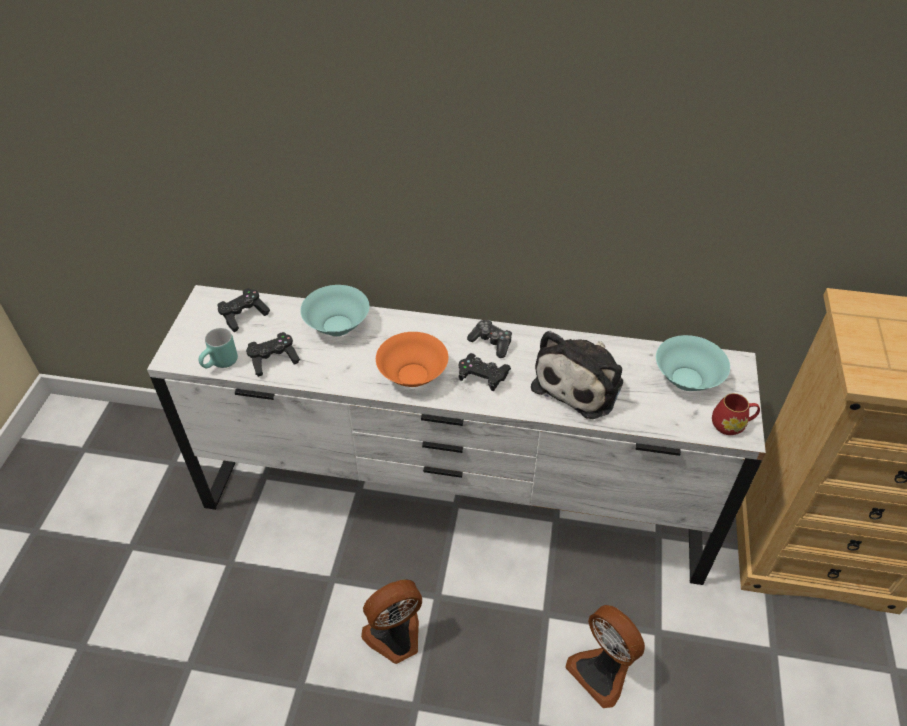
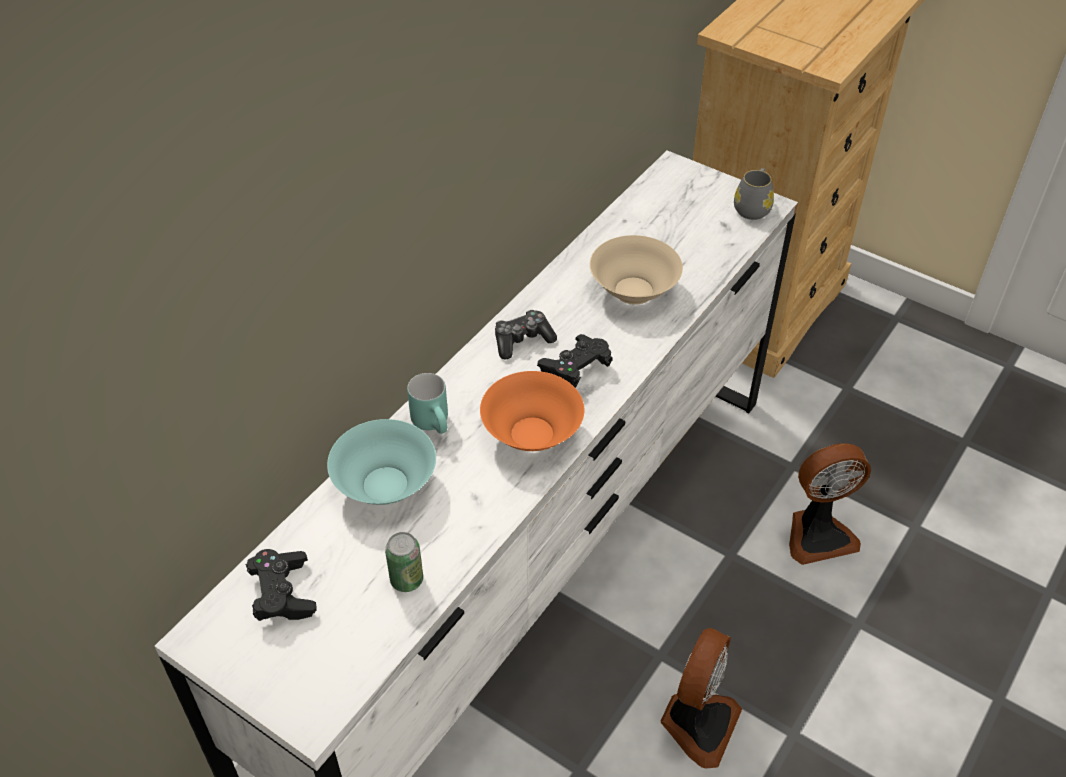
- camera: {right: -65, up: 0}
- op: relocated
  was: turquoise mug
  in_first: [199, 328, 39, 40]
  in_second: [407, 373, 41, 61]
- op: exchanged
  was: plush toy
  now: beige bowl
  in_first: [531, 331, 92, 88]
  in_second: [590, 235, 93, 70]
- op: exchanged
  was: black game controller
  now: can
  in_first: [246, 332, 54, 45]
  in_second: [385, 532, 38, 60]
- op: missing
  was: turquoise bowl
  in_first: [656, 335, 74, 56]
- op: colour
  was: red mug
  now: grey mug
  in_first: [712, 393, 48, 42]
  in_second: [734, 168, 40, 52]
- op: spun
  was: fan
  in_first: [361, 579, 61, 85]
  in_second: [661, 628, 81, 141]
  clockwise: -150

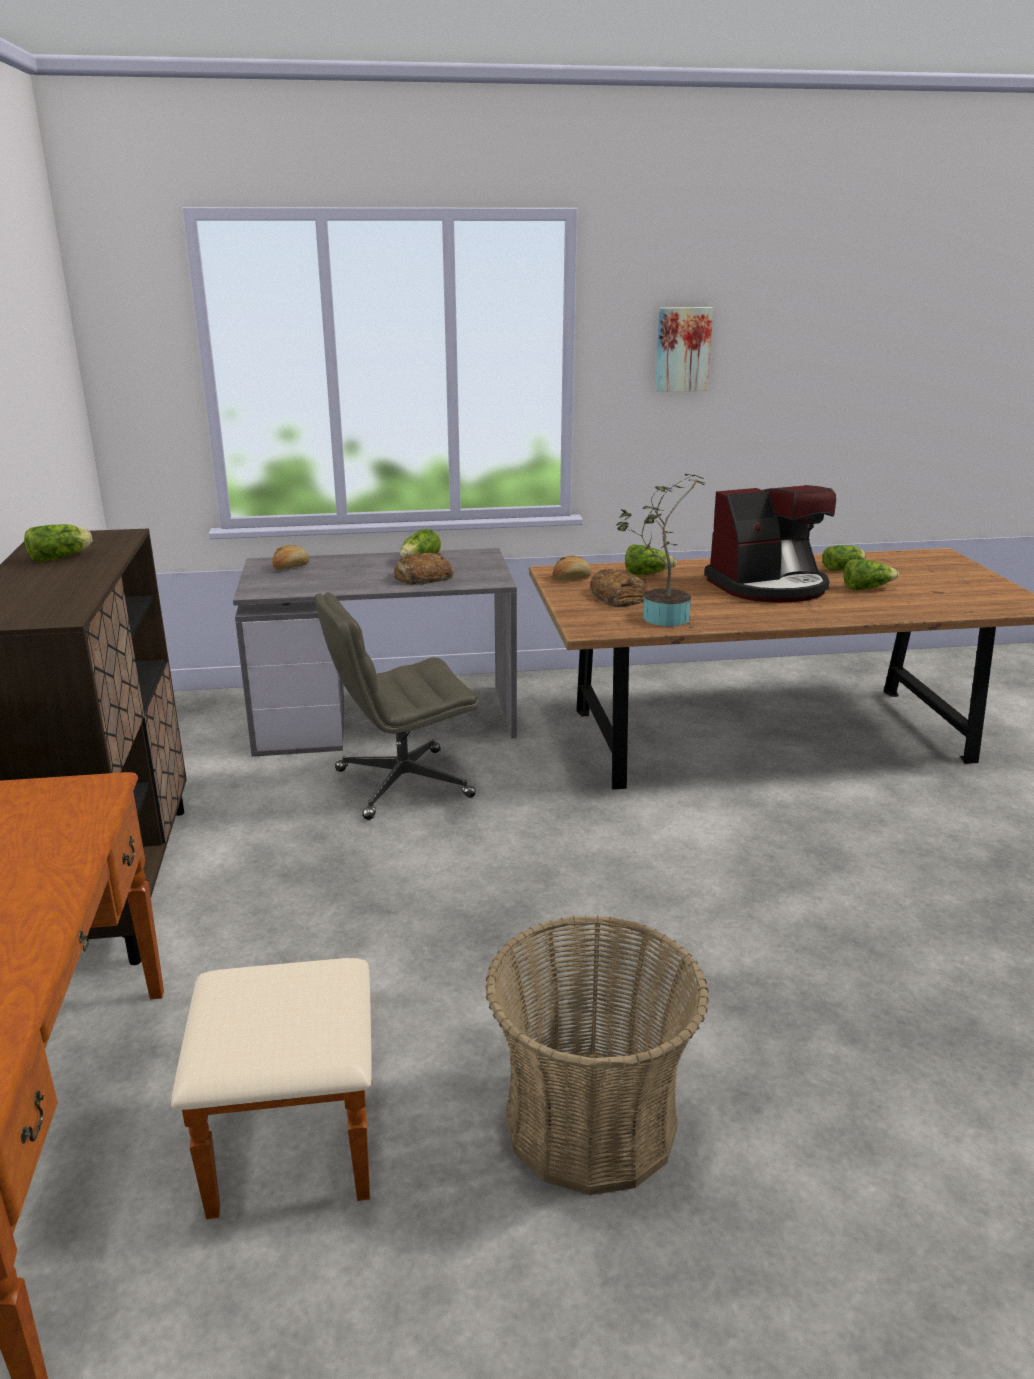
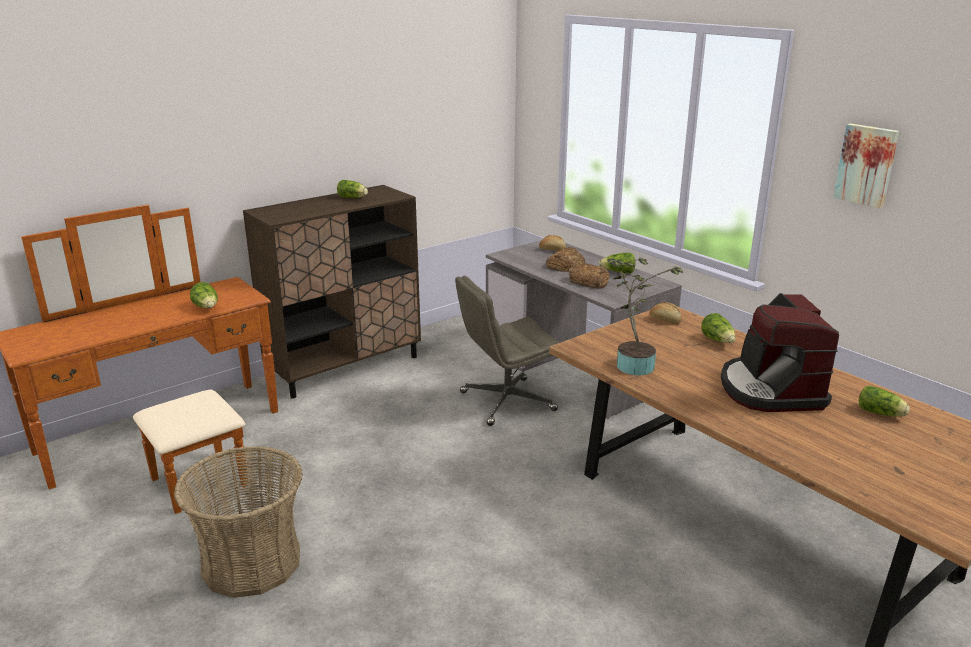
- camera: {right: 60, up: 0}
- op: spun
  was: coffee machine
  in_first: [704, 485, 132, 118]
  in_second: [721, 293, 118, 119]
  clockwise: 45
- op: relocated
  was: lettuce
  in_first: [844, 559, 55, 31]
  in_second: [190, 282, 28, 26]
- op: relocated
  was: bread
  in_first: [590, 569, 58, 38]
  in_second: [546, 247, 39, 25]
- op: spun
  was: grey office chair
  in_first: [314, 592, 164, 228]
  in_second: [455, 276, 105, 150]
  clockwise: -60

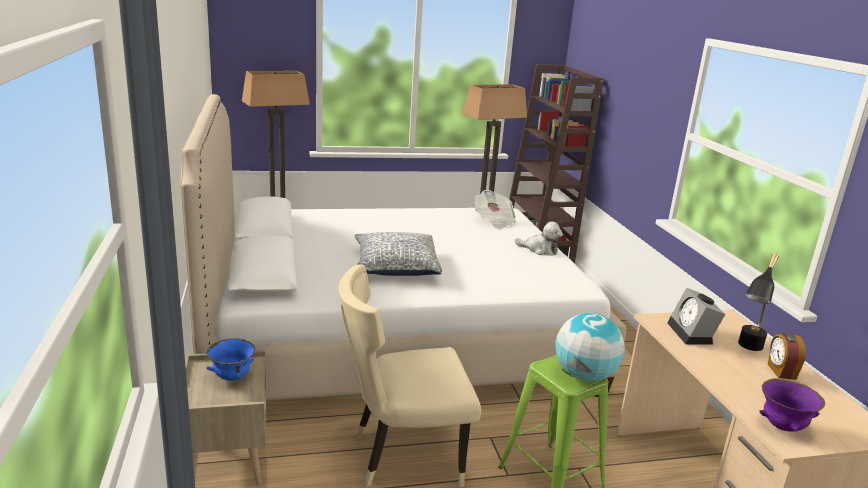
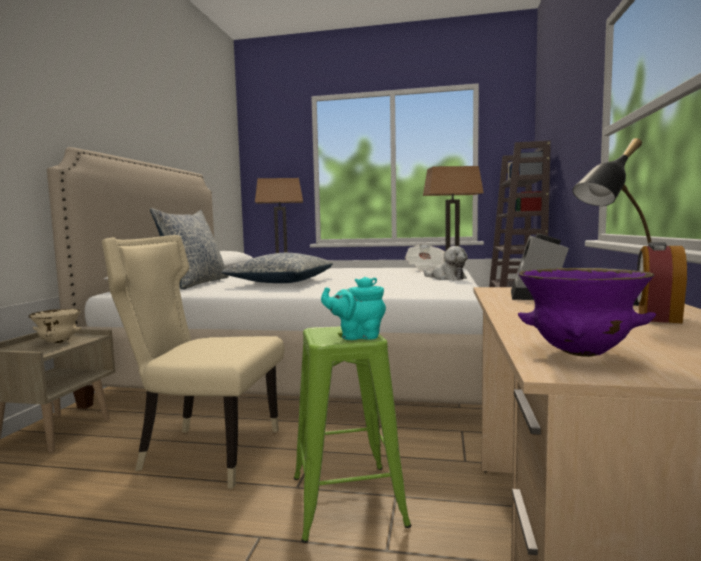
- camera: {right: 25, up: -15}
- op: exchanged
  was: globe
  now: turquoise teapot
  in_first: [555, 313, 70, 69]
  in_second: [321, 277, 65, 63]
- op: colour
  was: blue bowl
  now: beige bowl
  in_first: [206, 338, 49, 43]
  in_second: [29, 309, 52, 34]
- op: appeared
  now: pillow
  in_second: [150, 208, 79, 81]

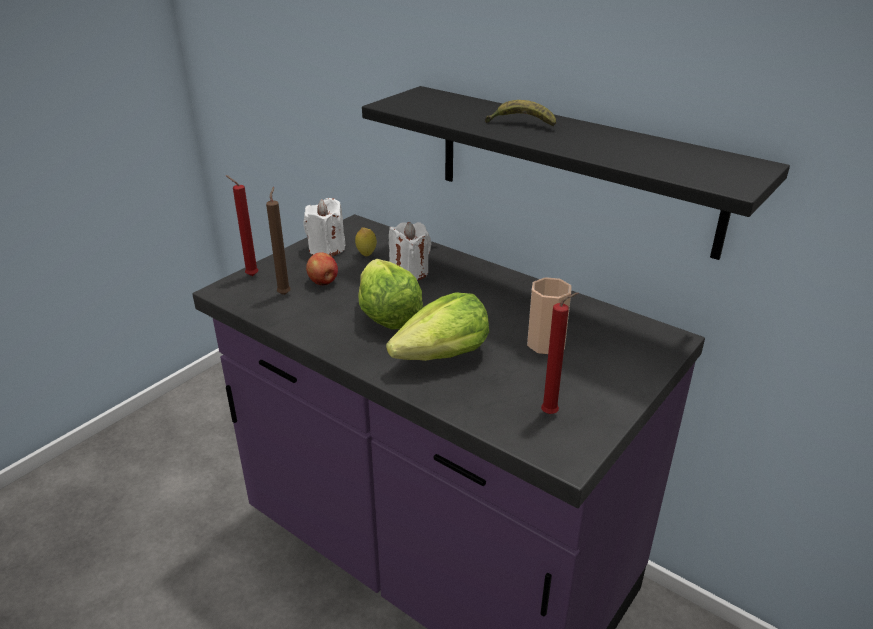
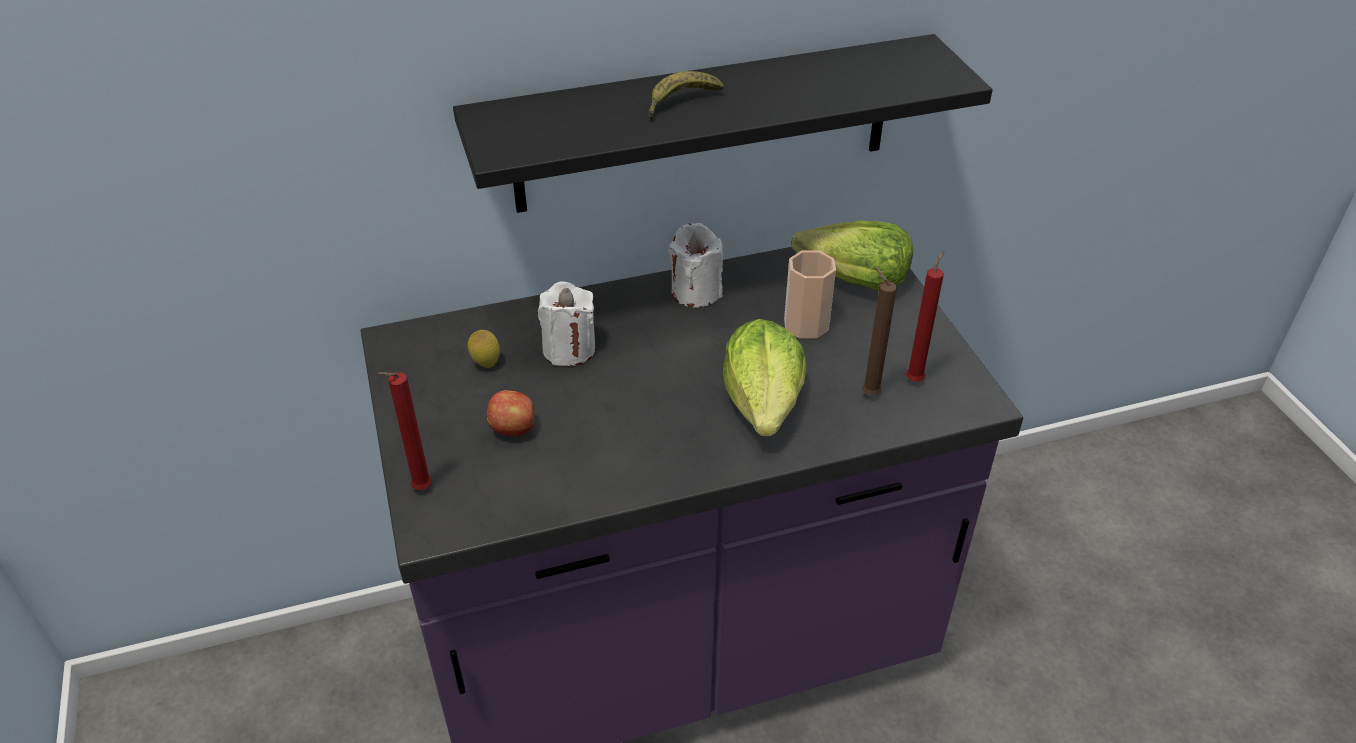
- camera: {right: -55, up: 10}
- op: relocated
  was: brown candle
  in_first: [266, 187, 25, 108]
  in_second: [862, 266, 35, 129]
- op: relocated
  was: white candle
  in_first: [303, 198, 42, 58]
  in_second: [668, 223, 55, 85]
- op: relocated
  was: lettuce
  in_first: [358, 259, 65, 70]
  in_second: [791, 221, 122, 69]

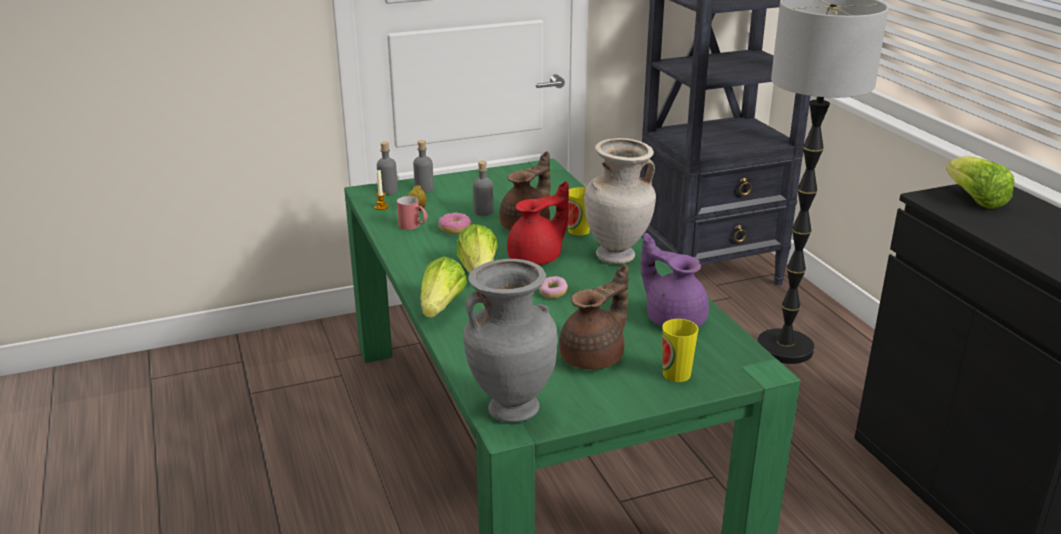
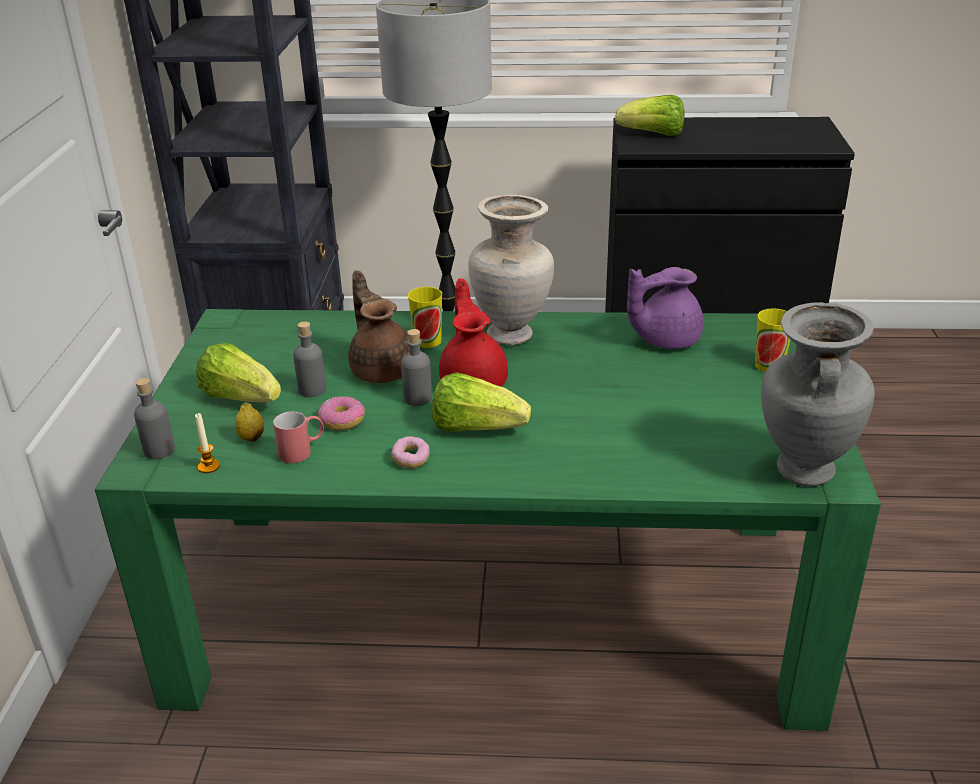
- camera: {right: -65, up: 5}
- op: relocated
  was: grey bottle
  in_first: [413, 140, 21, 53]
  in_second: [401, 329, 31, 77]
- op: relocated
  was: lettuce
  in_first: [420, 256, 47, 62]
  in_second: [196, 343, 85, 59]
- op: missing
  was: brown teapot
  in_first: [559, 264, 69, 106]
- op: relocated
  was: donut
  in_first: [539, 276, 29, 22]
  in_second: [391, 436, 39, 32]

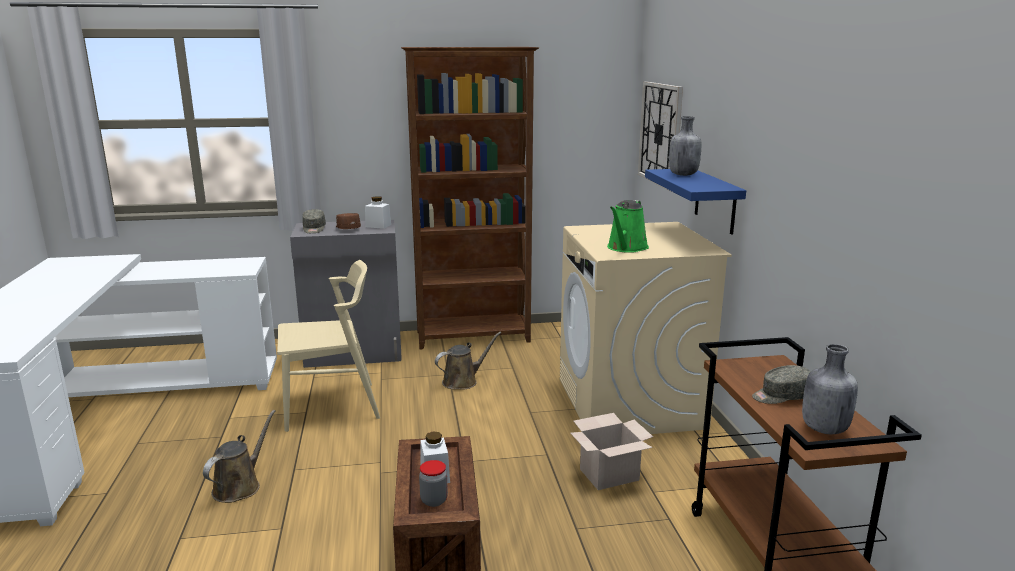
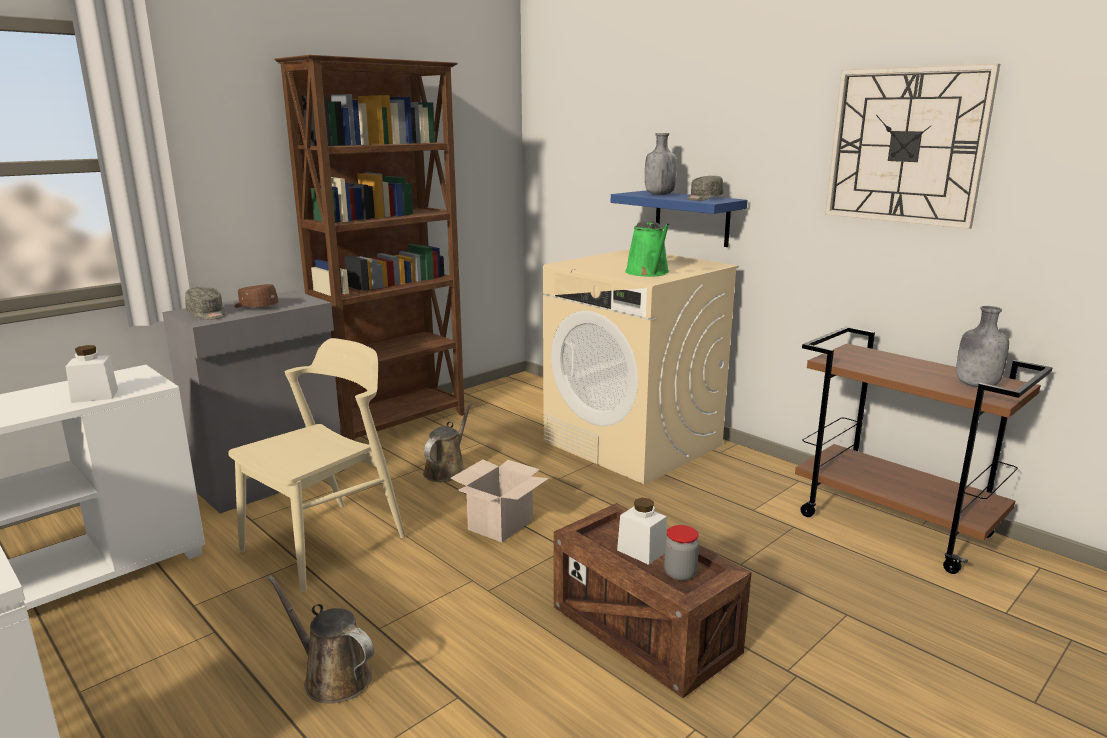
- camera: {right: -35, up: 0}
- op: relocated
  was: wall clock
  in_first: [638, 82, 45, 110]
  in_second: [825, 64, 175, 165]
- op: relocated
  was: white jar
  in_first: [365, 196, 26, 33]
  in_second: [65, 345, 53, 58]
- op: relocated
  was: grey cap
  in_first: [752, 365, 59, 39]
  in_second: [687, 176, 37, 25]
- op: spun
  was: brown watering can
  in_first: [203, 410, 72, 93]
  in_second: [268, 575, 106, 129]
  clockwise: -45
- op: relocated
  was: cardboard box
  in_first: [571, 413, 82, 77]
  in_second: [450, 460, 99, 82]

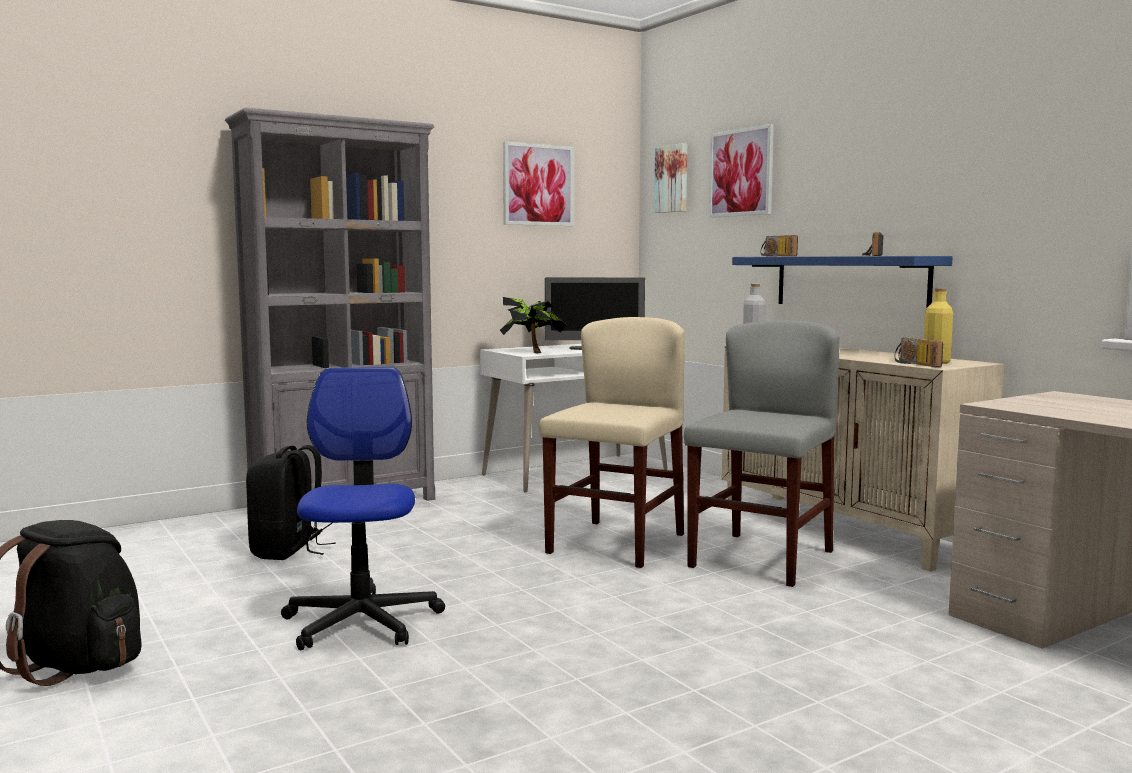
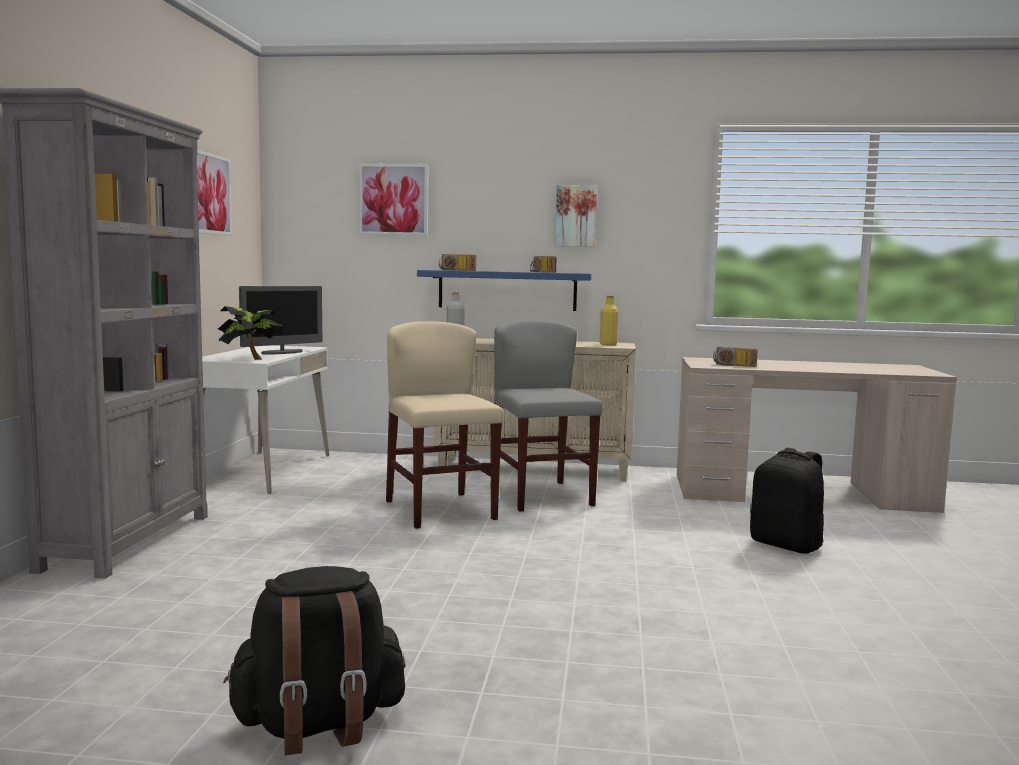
- camera: {right: -50, up: 0}
- op: relocated
  was: picture
  in_first: [654, 143, 34, 70]
  in_second: [555, 185, 42, 62]
- op: relocated
  was: radio
  in_first: [895, 337, 48, 30]
  in_second: [713, 347, 45, 20]
- op: missing
  was: office chair
  in_first: [281, 367, 164, 284]
- op: relocated
  was: black backpack
  in_first: [246, 445, 90, 115]
  in_second: [750, 448, 74, 106]

